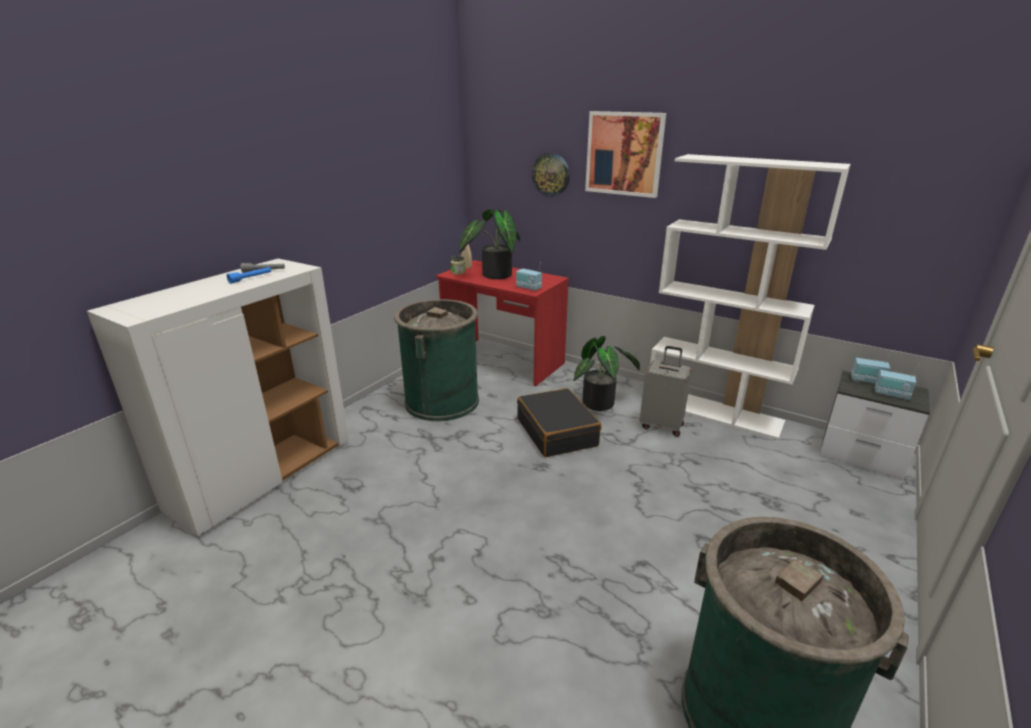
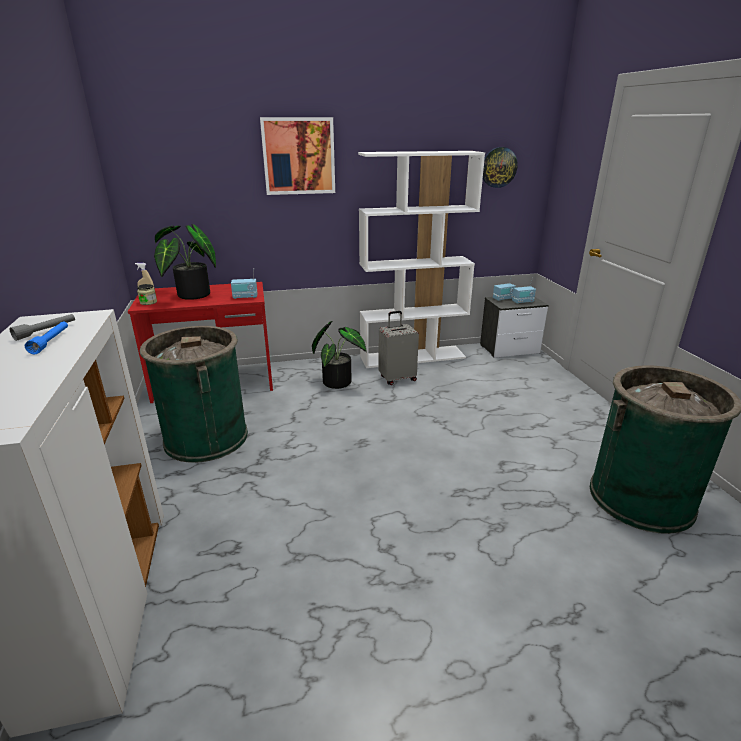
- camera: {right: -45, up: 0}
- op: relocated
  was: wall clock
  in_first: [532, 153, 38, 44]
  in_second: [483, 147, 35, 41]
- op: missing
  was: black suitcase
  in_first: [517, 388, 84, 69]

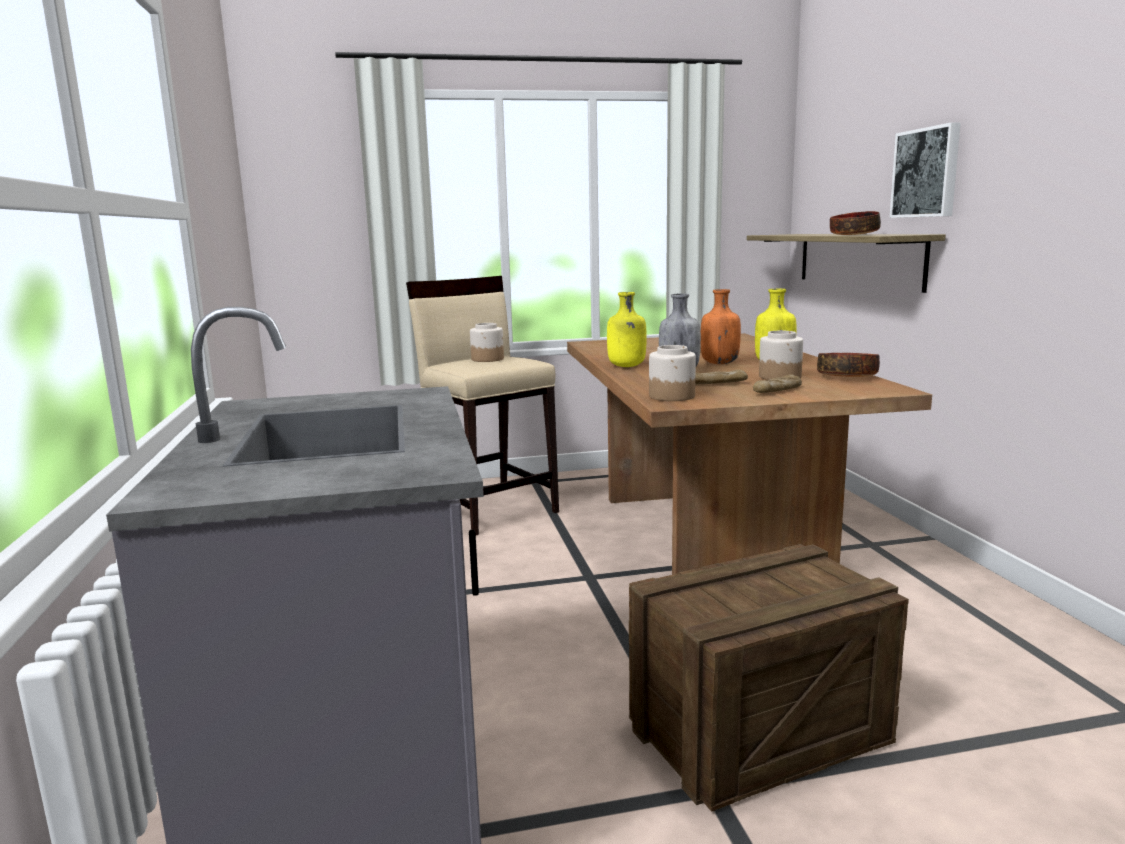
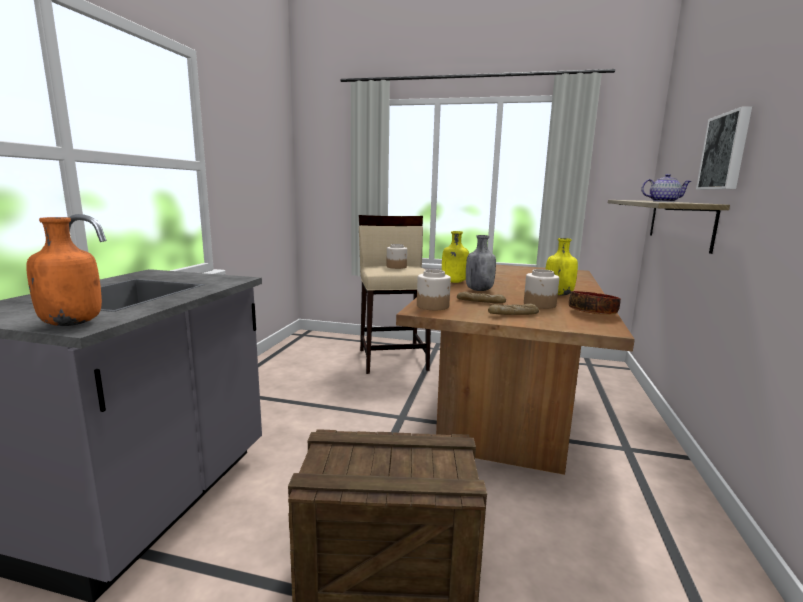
- camera: {right: 25, up: 0}
- op: exchanged
  was: bowl
  now: teapot
  in_first: [830, 211, 51, 24]
  in_second: [641, 174, 51, 28]
- op: relocated
  was: orange bottle
  in_first: [701, 289, 40, 75]
  in_second: [26, 217, 76, 109]

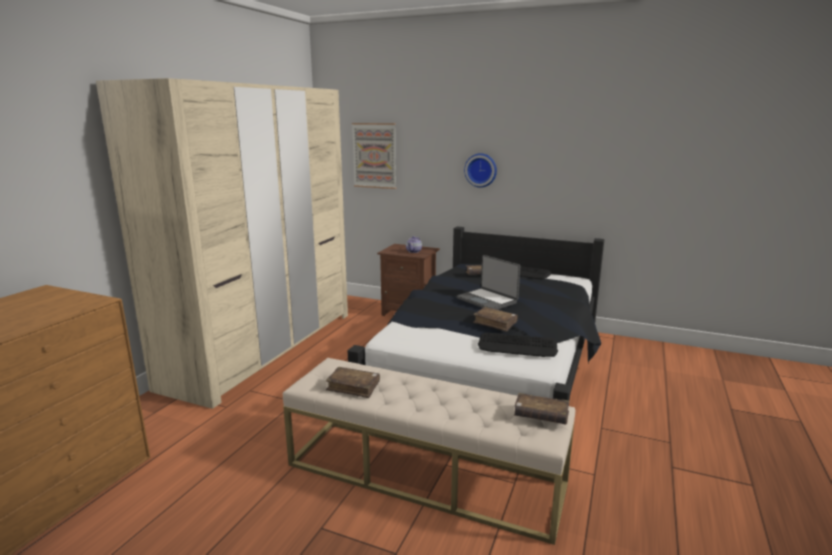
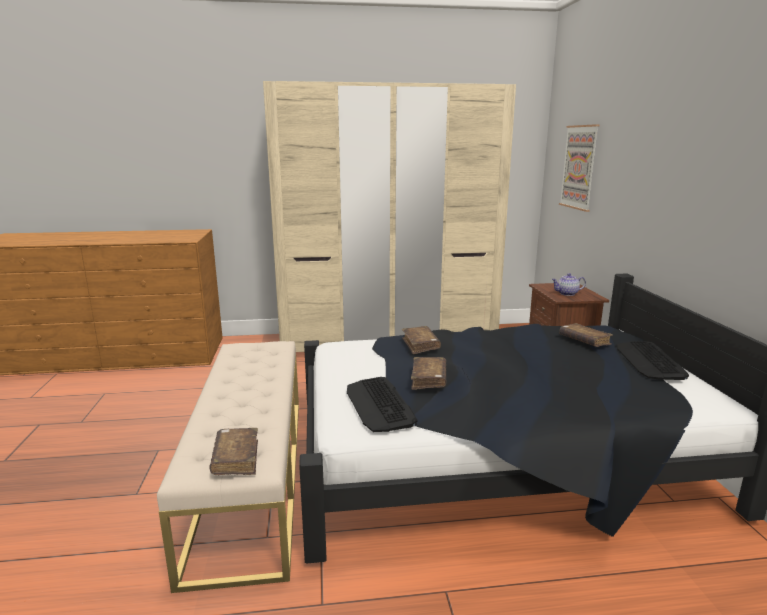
- camera: {right: 60, up: 0}
- op: missing
  was: wall clock
  in_first: [464, 153, 33, 34]
- op: missing
  was: laptop
  in_first: [457, 255, 63, 55]
- op: relocated
  was: brown book
  in_first: [326, 367, 54, 31]
  in_second: [402, 326, 39, 28]

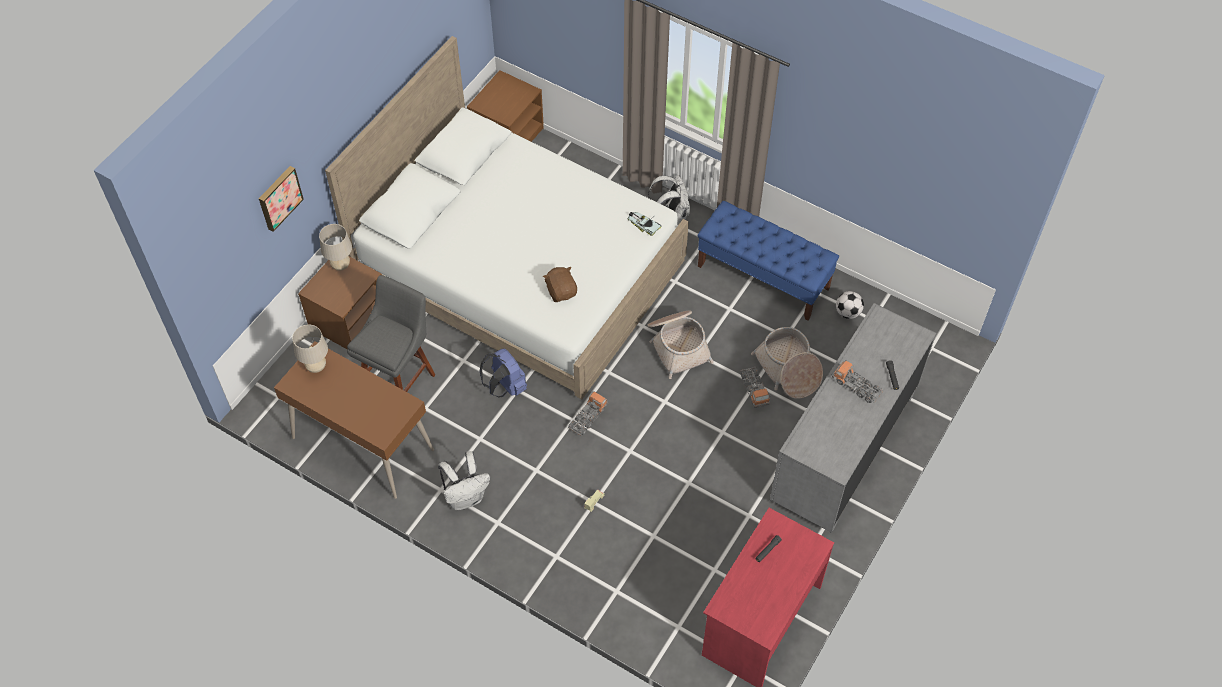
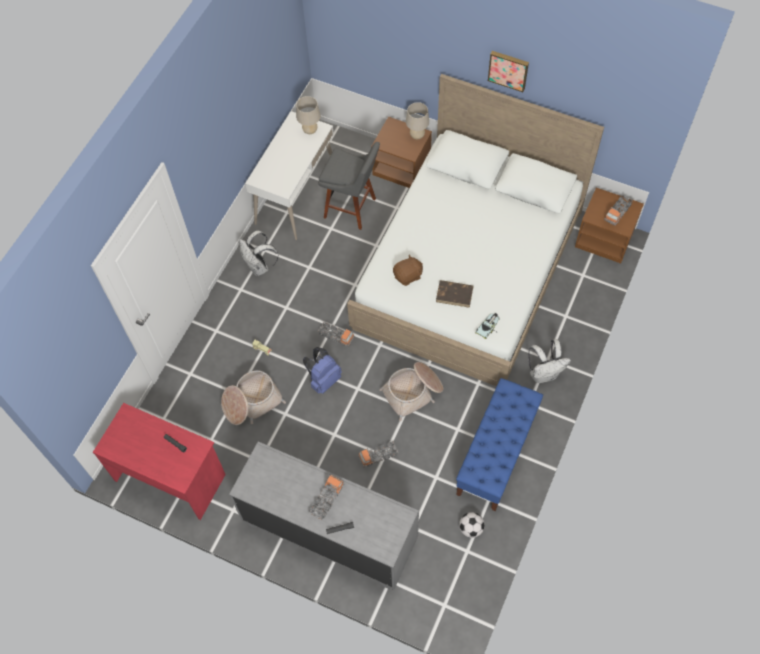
- camera: {right: 85, up: 5}
- op: relocated
  was: picture
  in_first: [259, 166, 45, 66]
  in_second: [488, 51, 41, 41]
- op: relocated
  was: basket
  in_first: [751, 327, 72, 72]
  in_second: [221, 370, 65, 55]
- op: colour
  was: brown desk
  now: white desk
  in_first: [274, 341, 160, 158]
  in_second: [245, 111, 89, 129]
- op: relocated
  was: blue backpack
  in_first: [480, 348, 47, 50]
  in_second: [303, 347, 39, 47]
- op: appeared
  now: toy truck
  in_second: [604, 195, 29, 31]
- op: appeared
  now: brown book
  in_second: [436, 280, 38, 28]

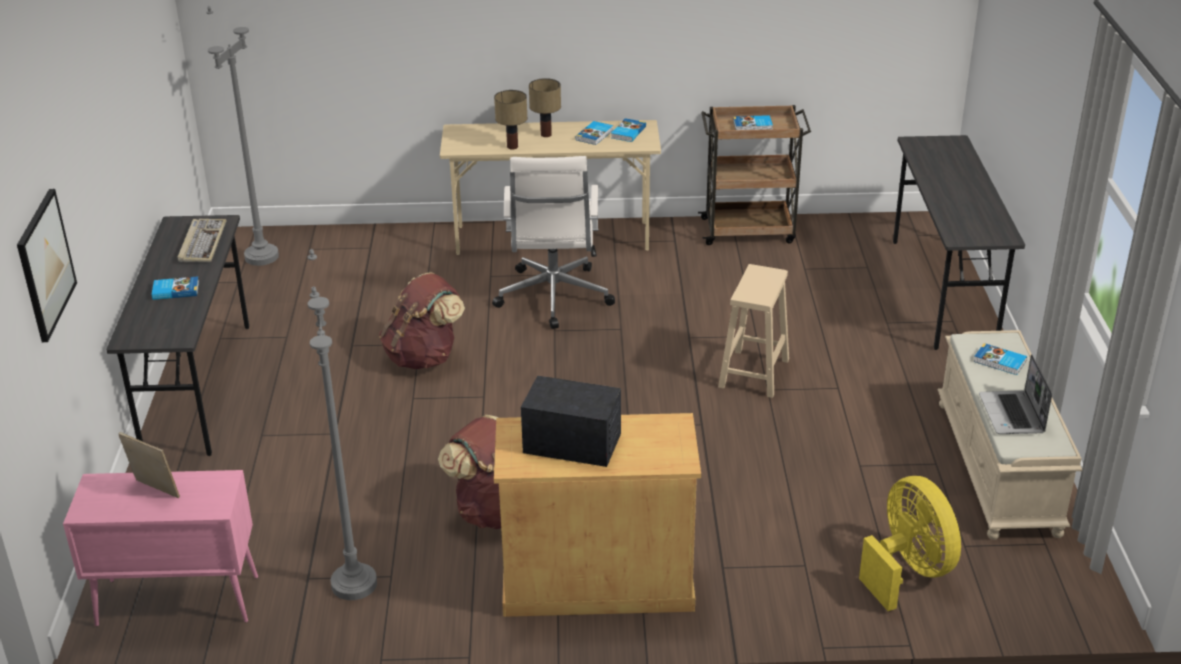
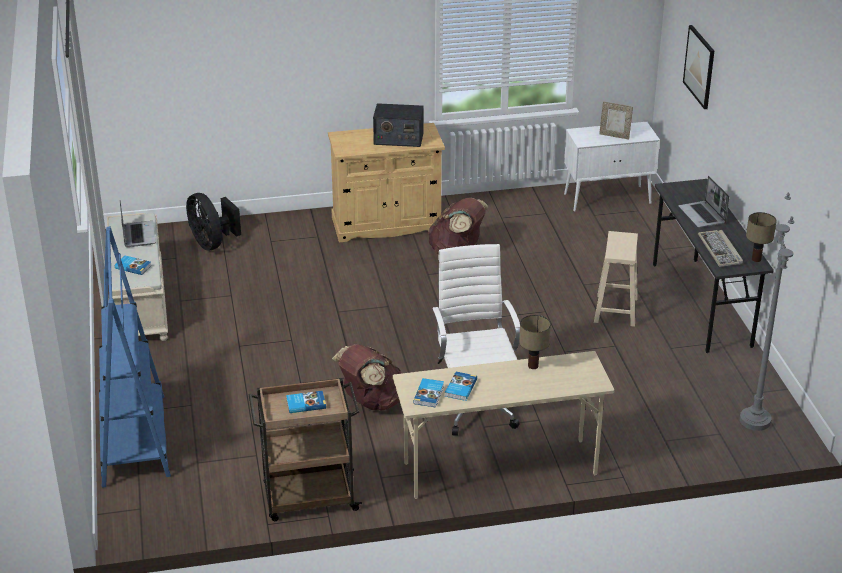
- camera: {right: 170, up: 0}
- op: relocated
  was: table lamp
  in_first: [529, 78, 32, 59]
  in_second: [746, 212, 31, 50]
- op: exchanged
  was: grey desk
  now: blue bookcase
  in_first: [893, 135, 132, 215]
  in_second: [99, 226, 72, 261]
- op: missing
  was: grey floor lamp
  in_first: [308, 249, 69, 351]
- op: relocated
  was: beige stool
  in_first: [718, 264, 71, 134]
  in_second: [594, 231, 44, 96]
- op: relocated
  was: brown backpack
  in_first: [379, 272, 86, 97]
  in_second: [332, 344, 70, 67]
- op: exchanged
  was: book
  now: laptop
  in_first: [152, 277, 47, 23]
  in_second: [678, 176, 51, 52]
- op: colour
  was: pink cabinet
  now: white cabinet
  in_first: [63, 470, 195, 156]
  in_second: [564, 122, 96, 90]
- op: colour
  was: yellow fan
  now: black fan
  in_first: [859, 476, 102, 135]
  in_second: [186, 193, 55, 57]

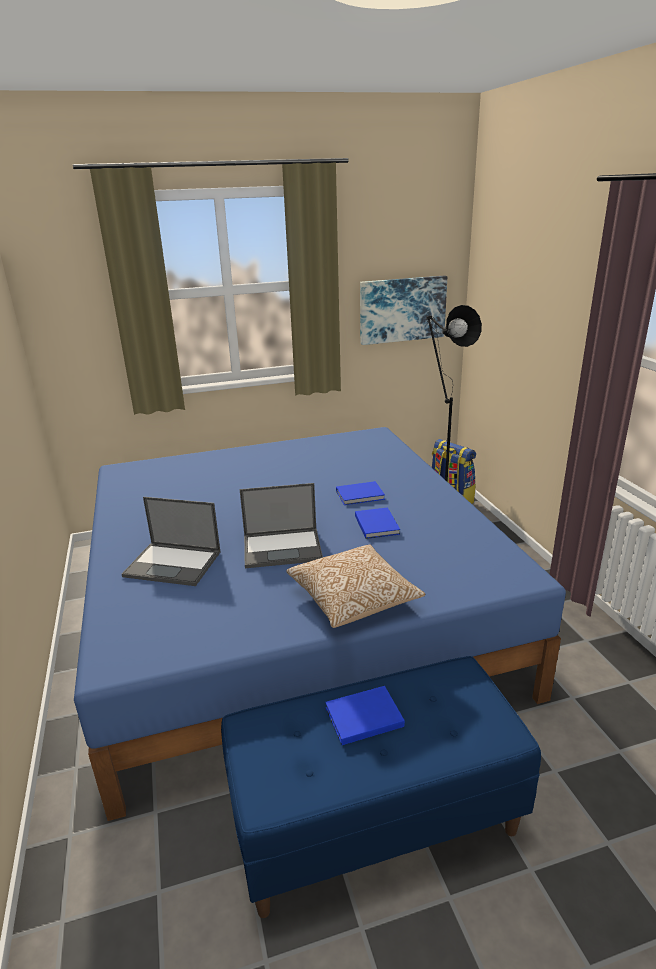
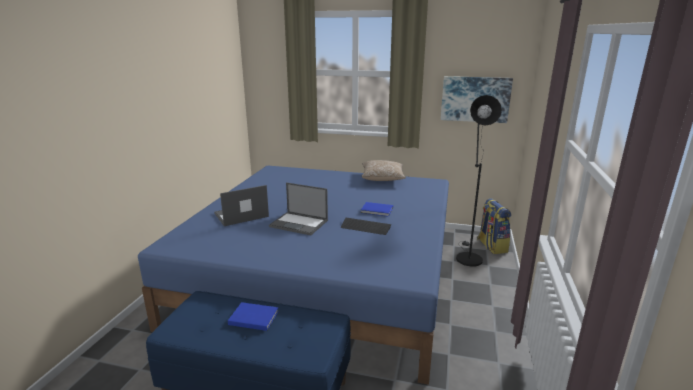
- camera: {right: 30, up: -5}
- op: spun
  was: laptop
  in_first: [122, 497, 98, 89]
  in_second: [214, 185, 55, 41]
  clockwise: 105
- op: exchanged
  was: blue book
  now: keyboard
  in_first: [355, 507, 45, 32]
  in_second: [341, 218, 50, 17]
- op: relocated
  was: pillow
  in_first: [286, 544, 139, 84]
  in_second: [362, 160, 44, 21]

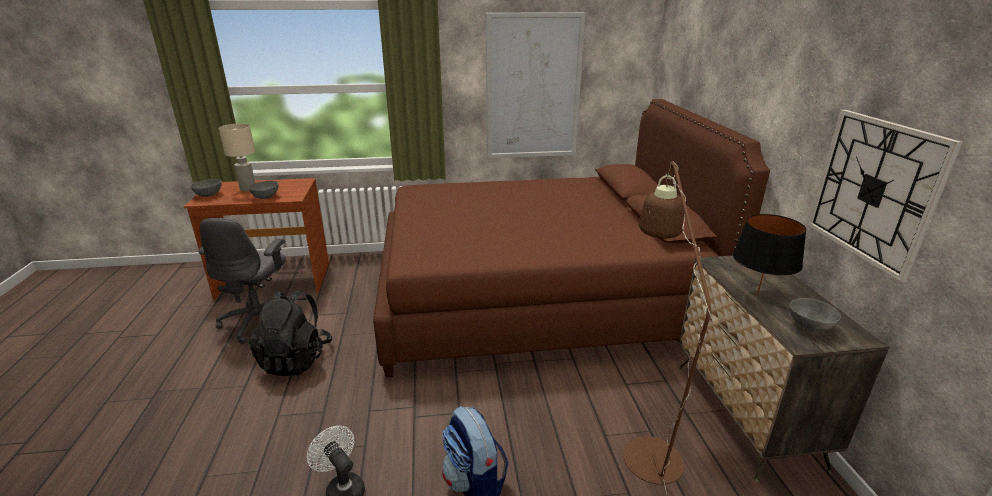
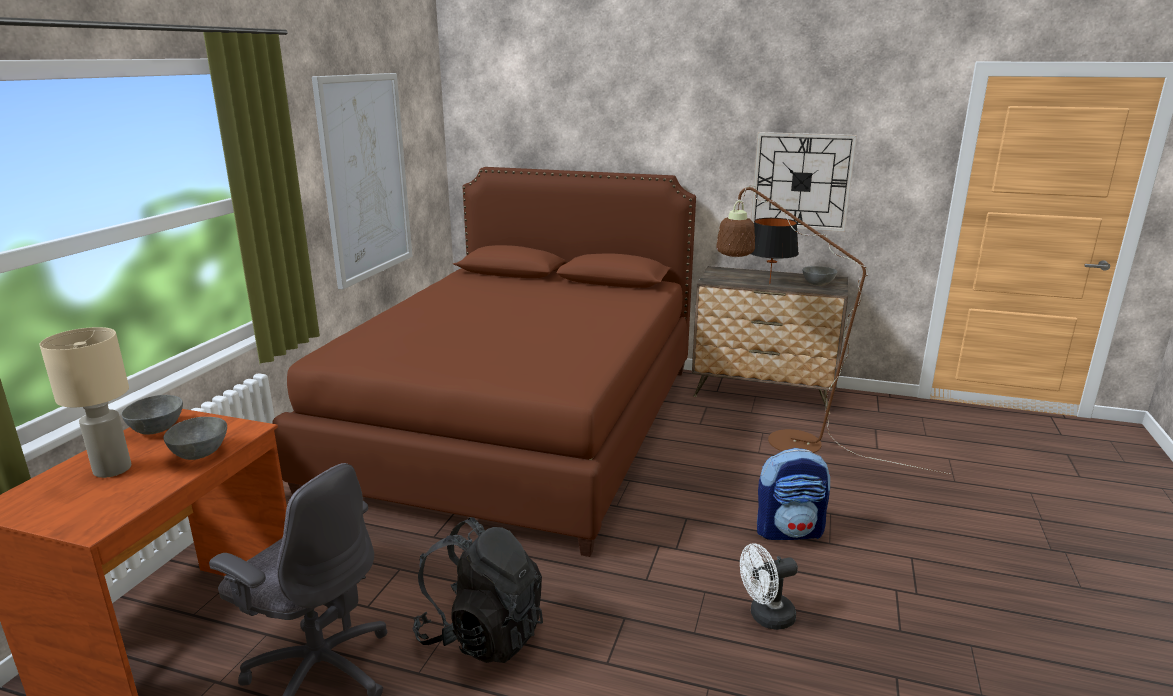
- camera: {right: -65, up: -5}
- op: relocated
  was: grey bowl
  in_first: [190, 179, 32, 18]
  in_second: [121, 395, 62, 40]

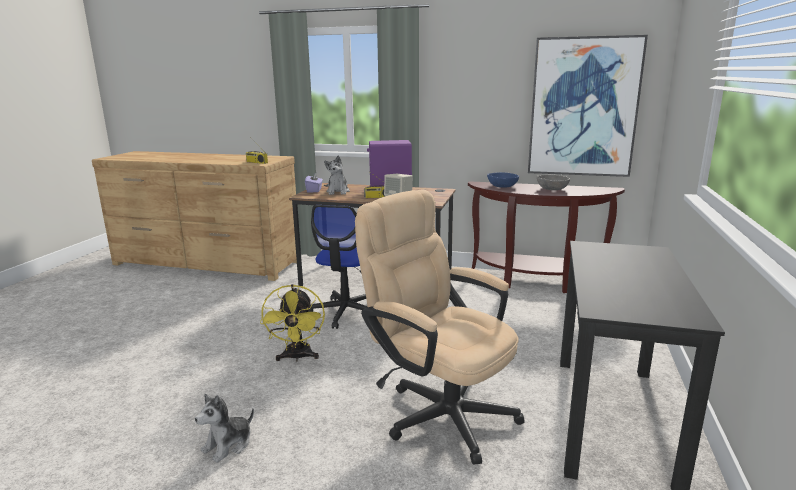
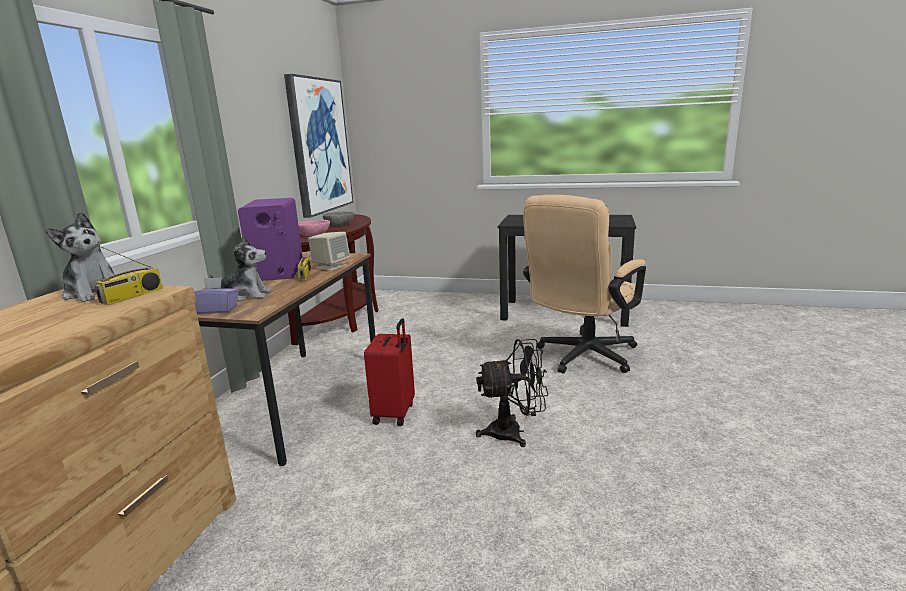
- camera: {right: -90, up: 0}
- op: colour
  was: blue bowl
  now: pink bowl
  in_first: [487, 172, 32, 16]
  in_second: [298, 220, 32, 16]
- op: exchanged
  was: office chair
  now: red suitcase
  in_first: [309, 205, 59, 124]
  in_second: [364, 318, 51, 108]
- op: colour
  was: yellow fan
  now: black fan
  in_first: [260, 284, 65, 77]
  in_second: [476, 339, 72, 108]
- op: relocated
  was: plush toy
  in_first: [195, 394, 59, 69]
  in_second: [45, 212, 70, 90]

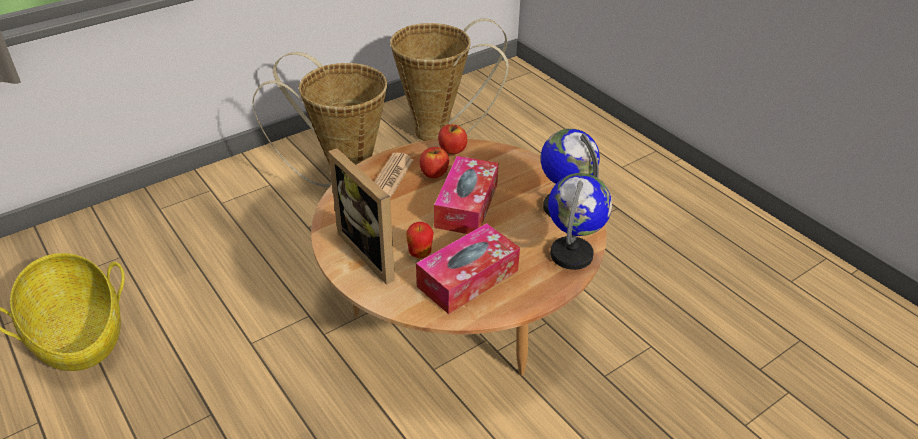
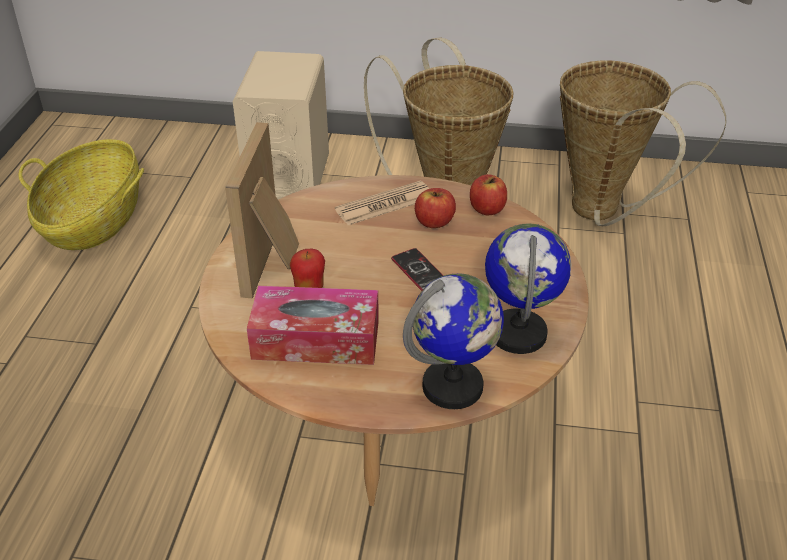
- camera: {right: 45, up: 0}
- op: exchanged
  was: tissue box
  now: phone
  in_first: [434, 156, 64, 78]
  in_second: [391, 248, 53, 43]
- op: appeared
  now: beige speaker
  in_second: [233, 51, 96, 149]

